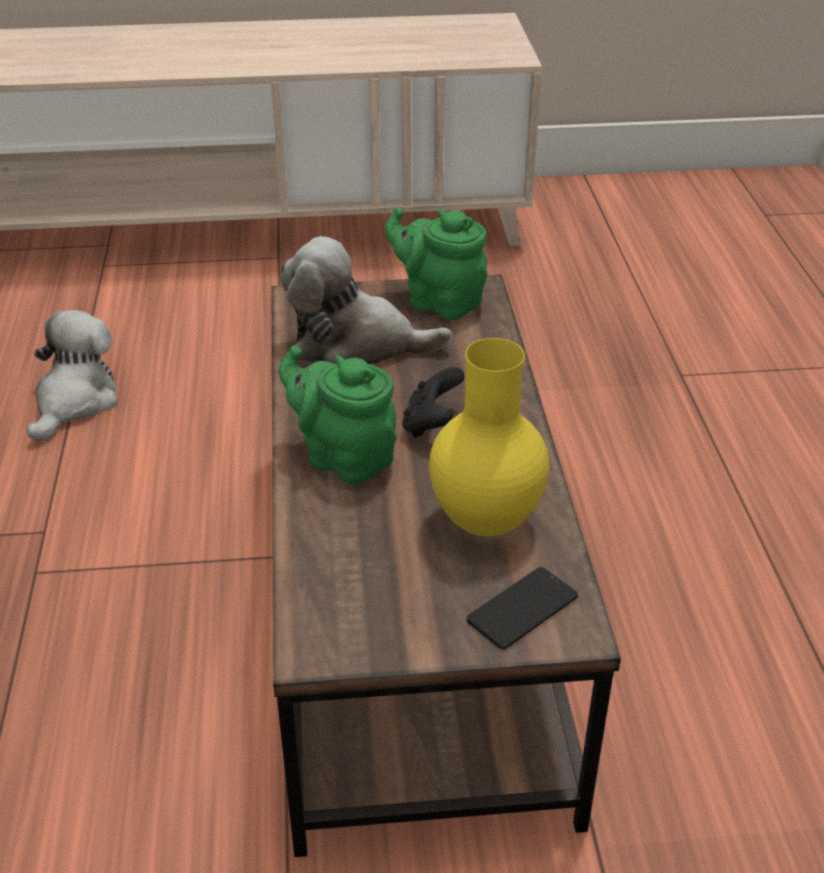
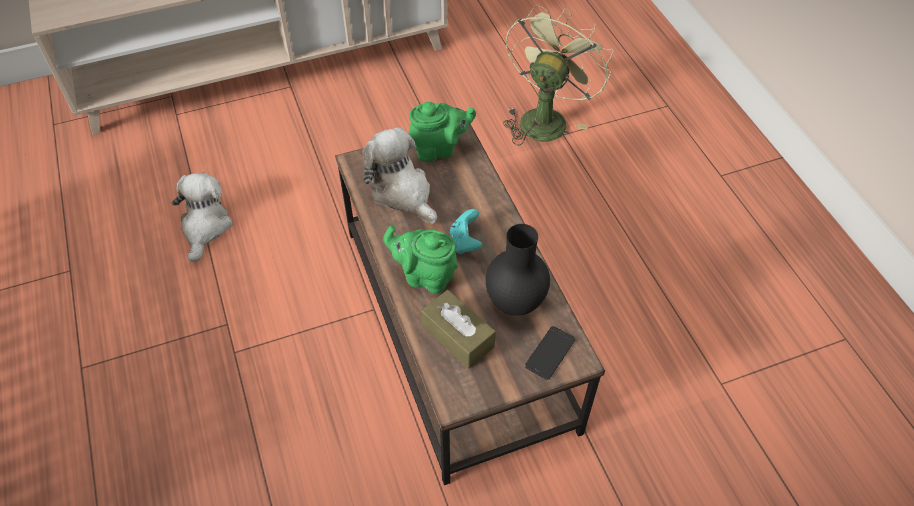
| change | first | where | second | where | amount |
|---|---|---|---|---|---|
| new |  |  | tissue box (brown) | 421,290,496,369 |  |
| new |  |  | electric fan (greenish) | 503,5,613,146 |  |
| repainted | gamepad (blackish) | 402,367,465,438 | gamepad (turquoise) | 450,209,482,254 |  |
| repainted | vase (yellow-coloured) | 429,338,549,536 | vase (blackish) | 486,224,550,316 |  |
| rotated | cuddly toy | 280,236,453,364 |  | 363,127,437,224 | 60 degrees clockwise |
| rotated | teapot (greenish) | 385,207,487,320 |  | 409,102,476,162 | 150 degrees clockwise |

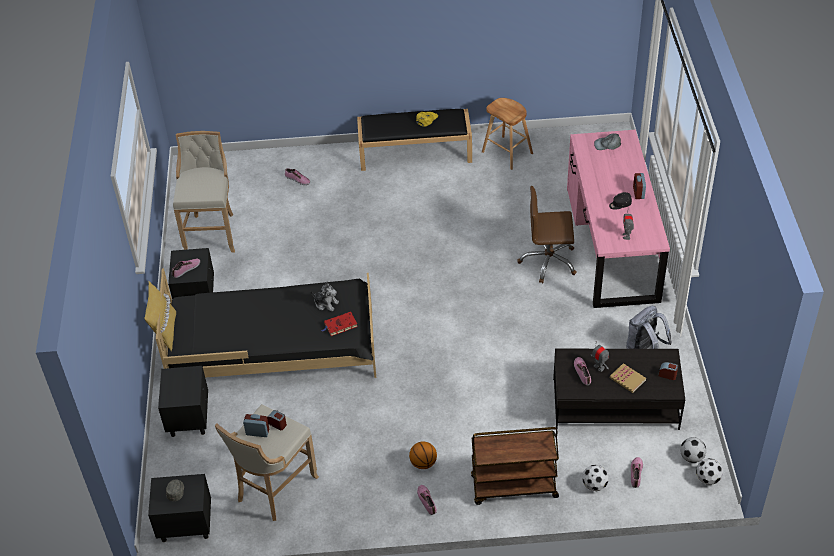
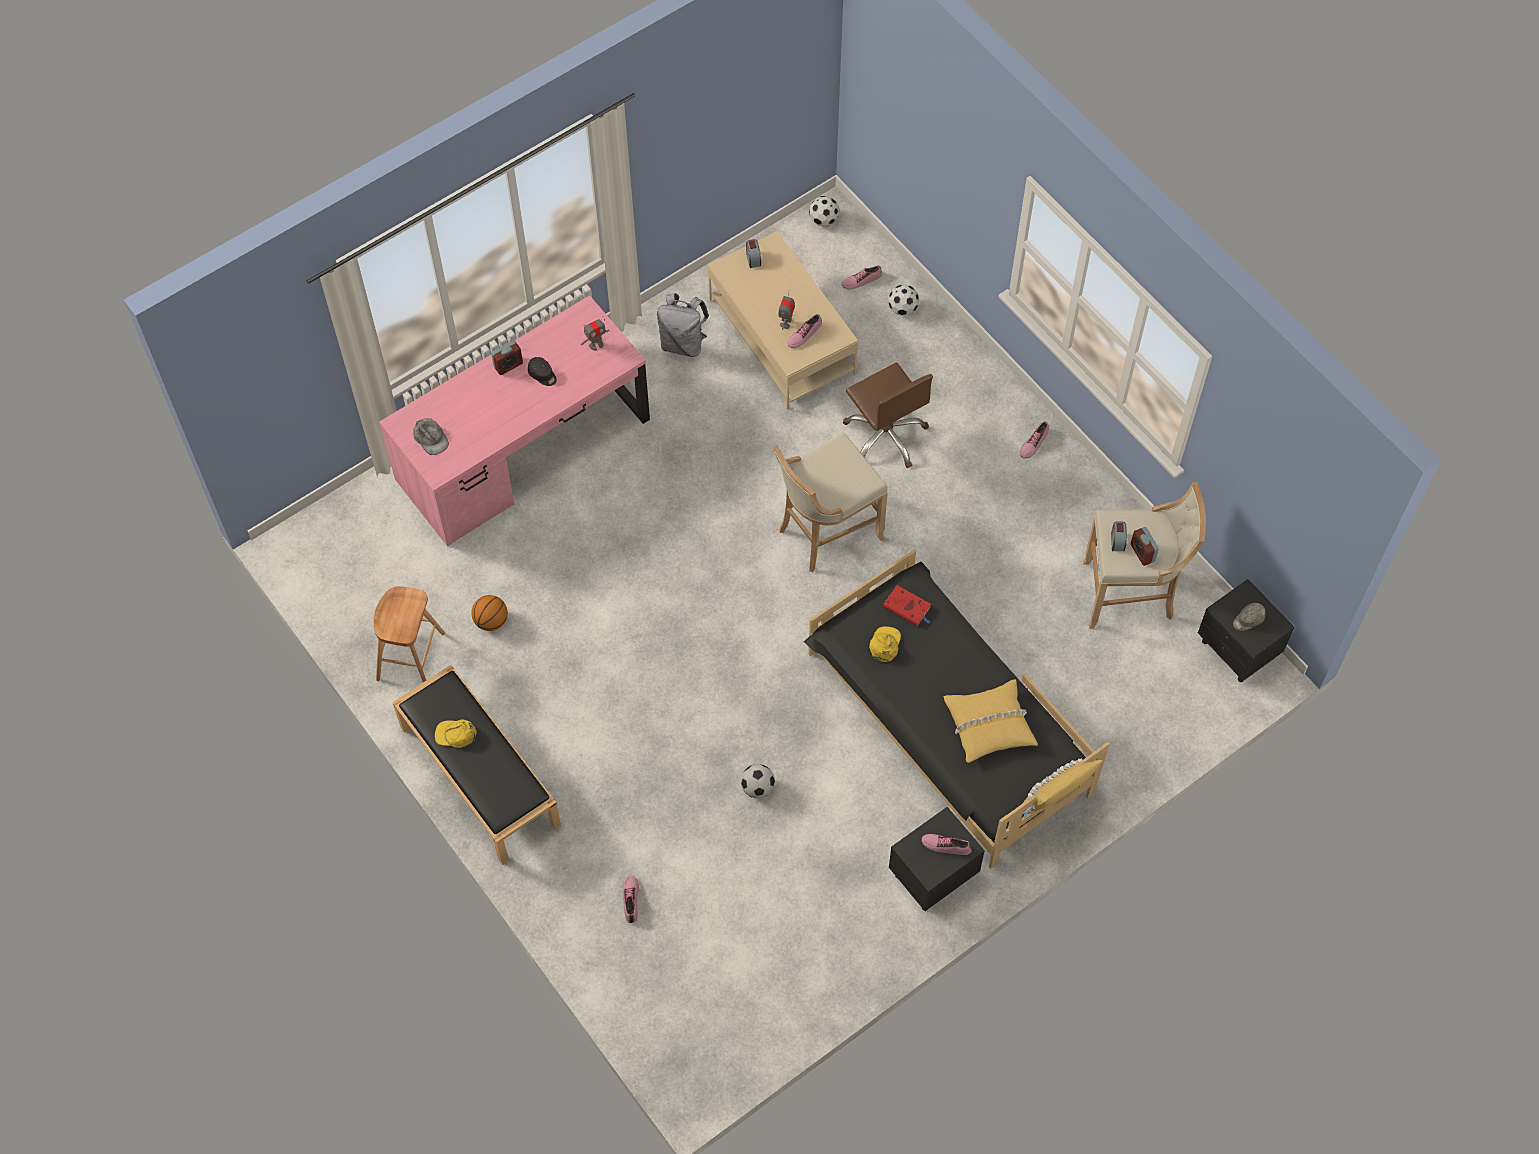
| change | first | where | second | where | amount |
|---|---|---|---|---|---|
| gone | bedside table (blackish) | 158,366,208,437 |  |  |  |
| gone | cart (brown) | 471,427,559,505 |  |  |  |
| gone | volume | 610,363,646,393 |  |  |  |
| new |  |  | cushion (yellow-coloured) | 943,679,1038,763 |  |
| shifted | stool seat (beige-coloured) | 173,131,235,253 |  | 774,433,888,572 |  |
| shifted | ball for basketball | 409,441,437,469 |  | 471,595,508,631 |  |
| shifted | office chair (brown) | 517,186,577,283 |  | 843,362,933,468 |  |
| shifted | ball for football | 680,437,706,463 |  | 741,764,775,799 |  |
| swapped | cuddly toy | 310,281,339,312 | cap (yellow-coloured) | 869,626,901,662 |  |
| repainted | low table (blackish) | 553,349,685,430 | low table (beige-coloured) | 707,231,858,409 |  |

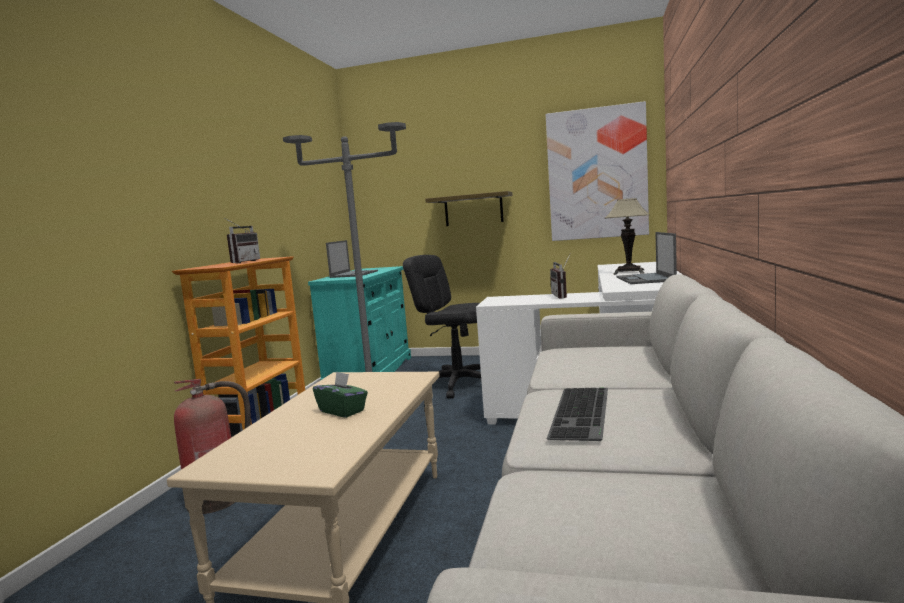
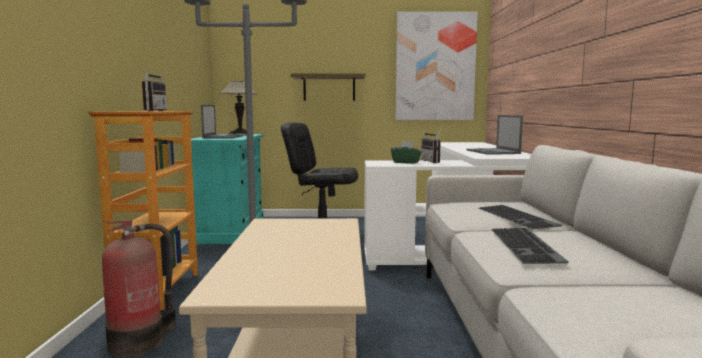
| change | first | where | second | where | amount |
|---|---|---|---|---|---|
| new |  |  | computer keyboard | 478,205,562,229 |  |
| shifted | tissue box (greenish) | 313,371,368,418 |  | 391,141,422,164 |  |
| shifted | table lamp | 605,198,650,275 |  | 220,80,257,135 |  |

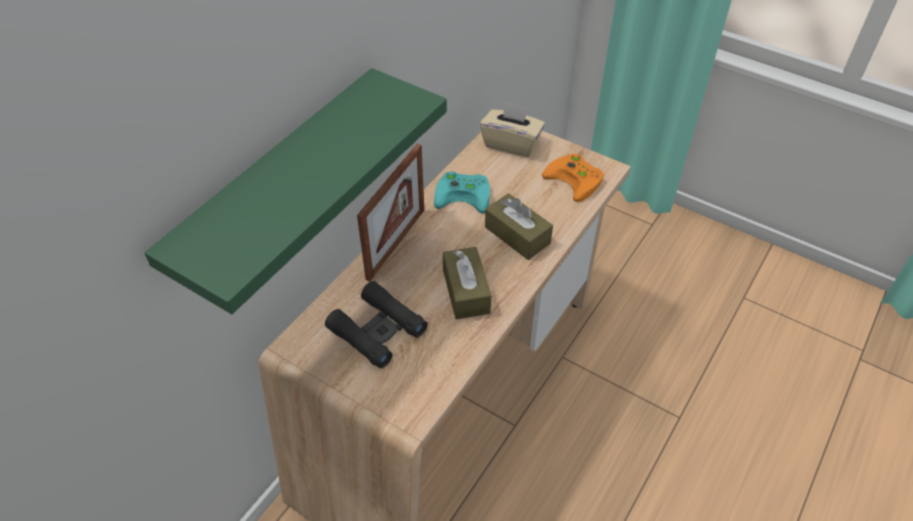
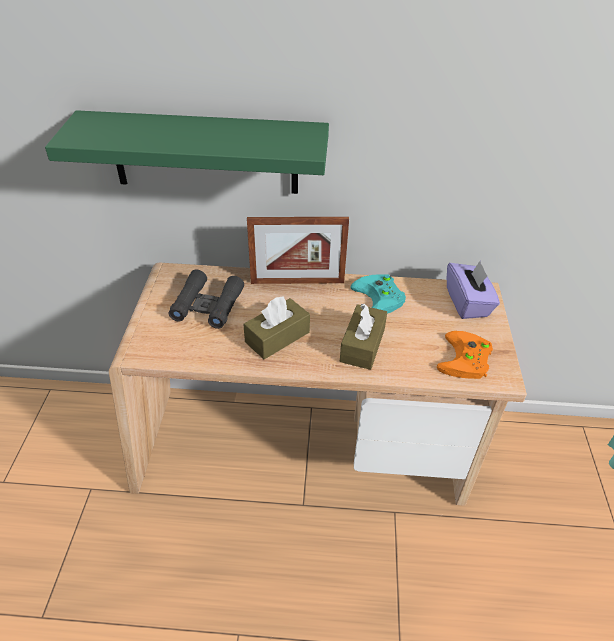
| change | first | where | second | where | amount |
|---|---|---|---|---|---|
| repainted | tissue box (beige-coloured) | 480,101,545,157 | tissue box (purplish) | 447,261,500,319 |  |

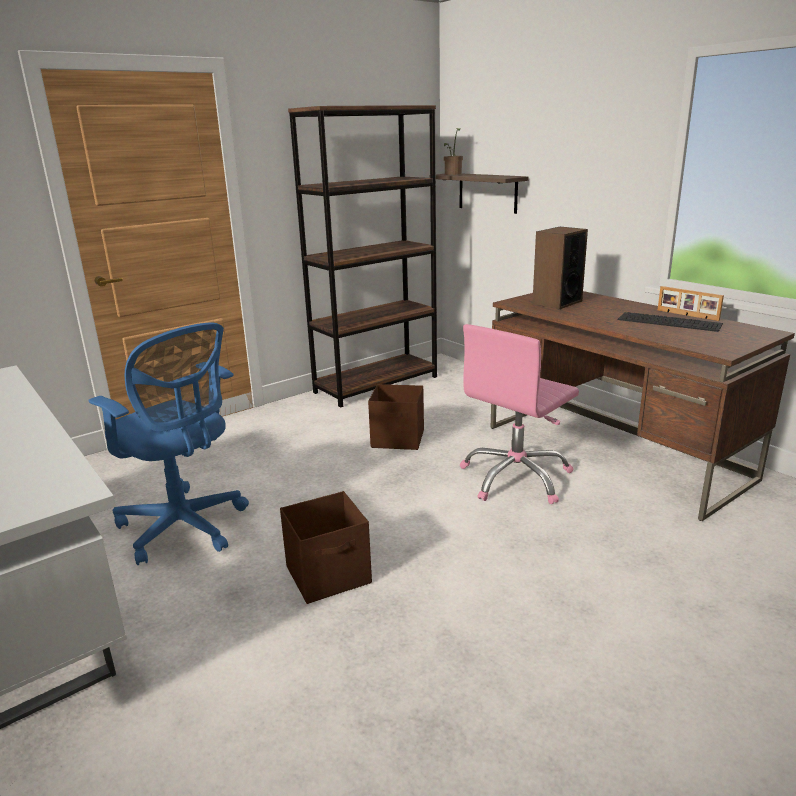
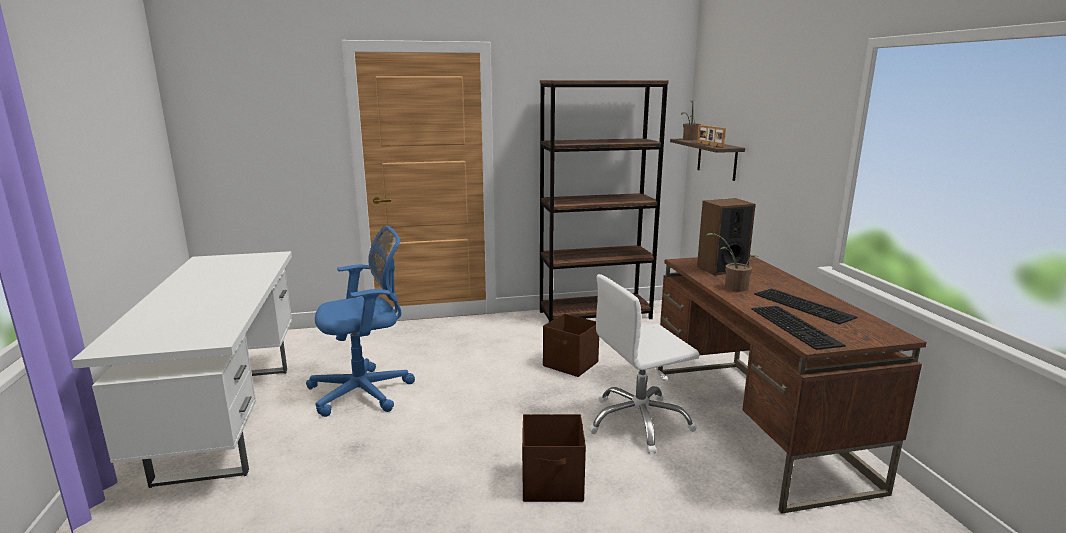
| change | first | where | second | where | amount |
|---|---|---|---|---|---|
| new |  |  | plant in a pot | 706,233,755,292 |  |
| new |  |  | computer keyboard | 751,306,845,350 |  |
| shifted | storage bin (brown) | 280,491,372,604 |  | 522,414,586,502 |  |
| shifted | photo frame | 658,286,724,321 |  | 697,125,726,147 |  |
| repainted | office chair (pinkish) | 460,324,579,504 | office chair (whitish) | 588,274,700,454 |  |
| rotated | office chair (bluish) | 88,323,249,565 |  | 306,226,415,417 | 90 degrees counterclockwise |

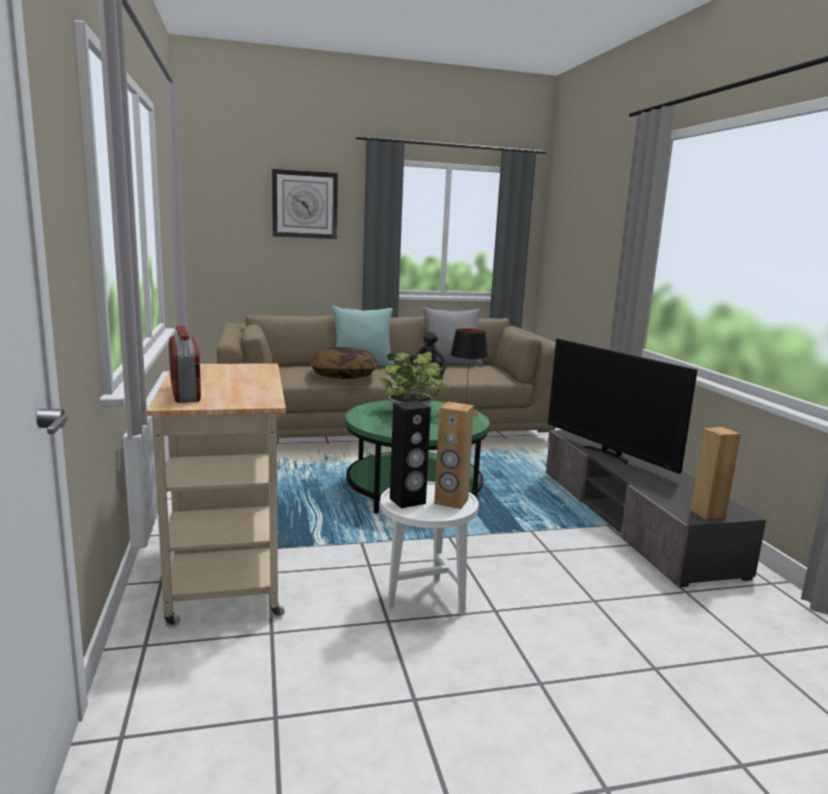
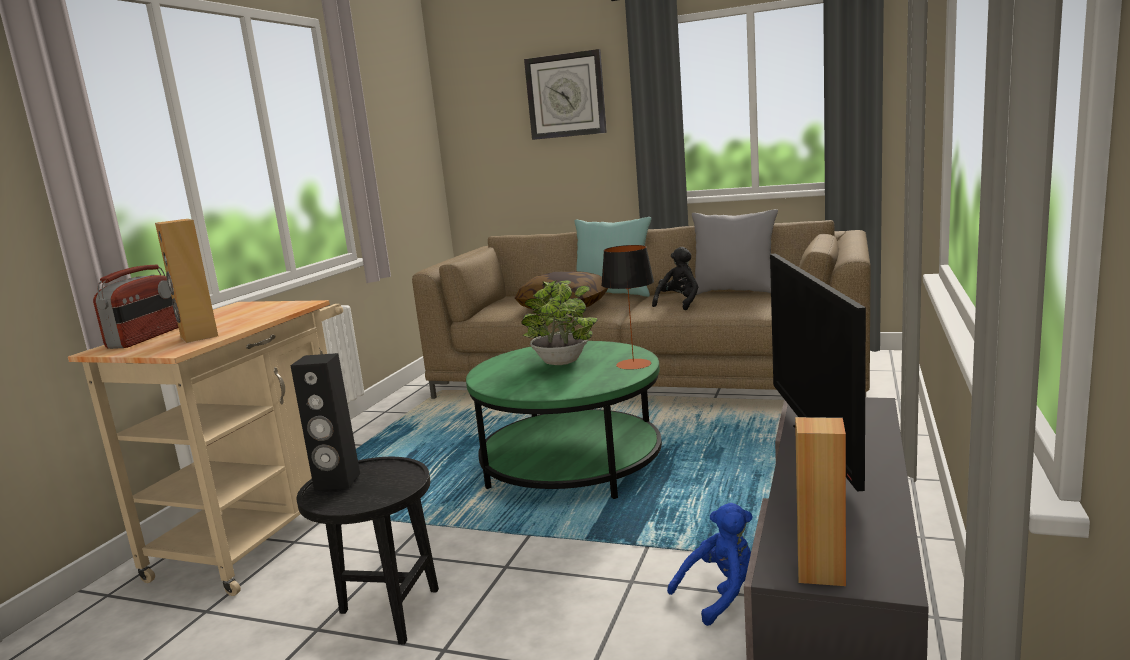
| change | first | where | second | where | amount |
|---|---|---|---|---|---|
| new |  |  | cuddly toy (bluish) | 667,503,753,626 |  |
| shifted | speaker (brown) | 434,402,474,509 |  | 155,219,218,343 |  |
| repainted | side table (whitish) | 380,482,479,615 | side table (blackish) | 297,457,439,645 |  |

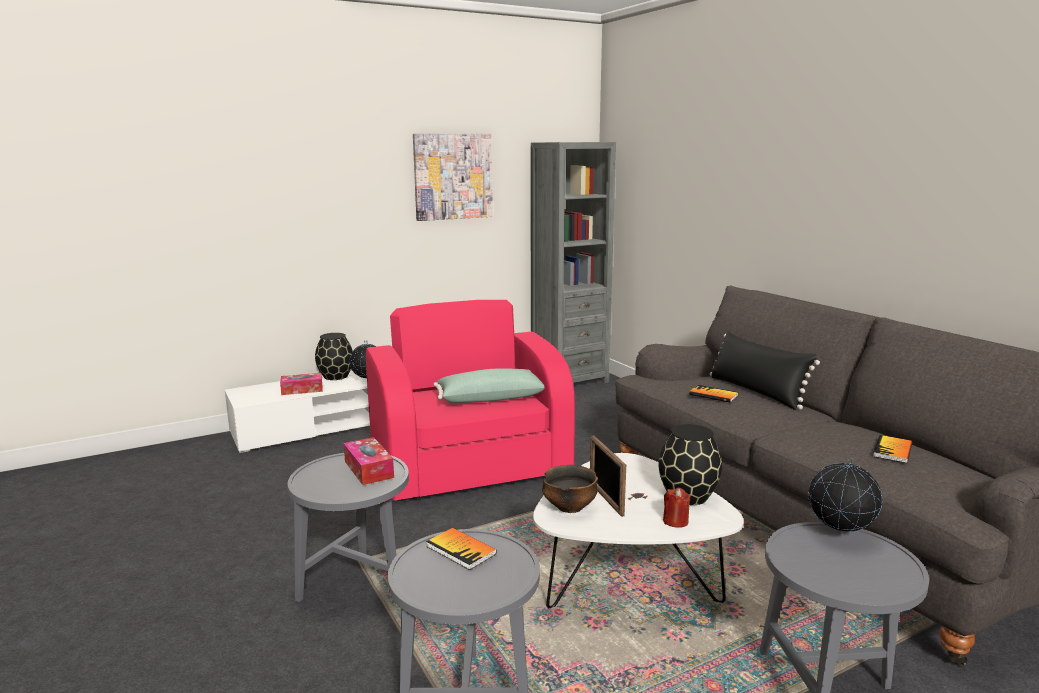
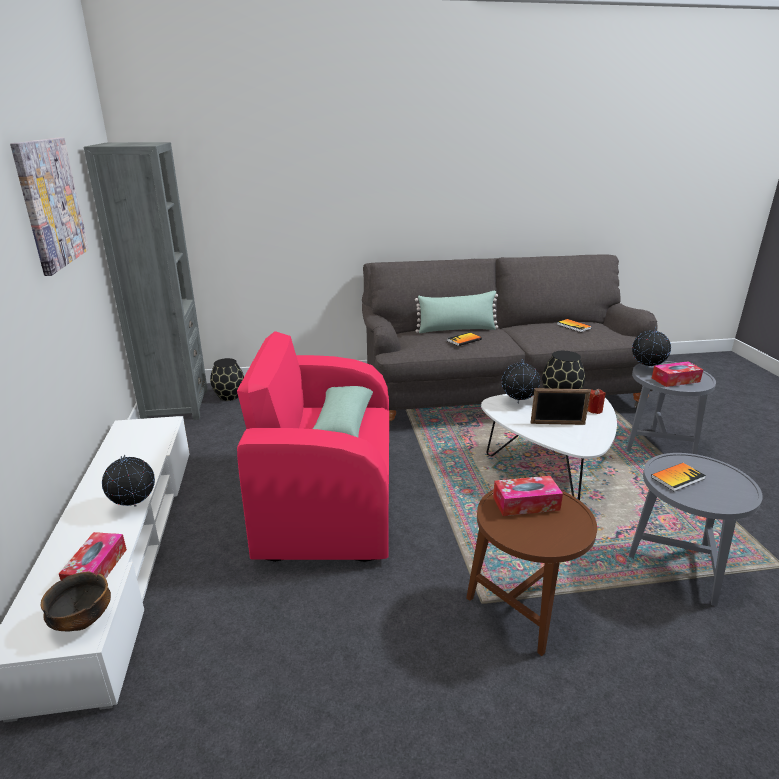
| change | first | where | second | where | amount |
|---|---|---|---|---|---|
| new |  |  | globe | 501,359,540,404 |  |
| new |  |  | tissue box | 652,361,704,387 |  |
| shifted | vase (blackish) | 315,333,353,380 |  | 210,358,244,401 |  |
| shifted | serving bowl | 542,465,598,513 |  | 41,572,111,632 |  |
| repainted | side table (gray) | 288,453,409,602 | side table (brown) | 466,489,597,656 |  |
| repainted | cushion (blackish) | 710,331,820,410 | cushion (greenish) | 415,291,498,333 |  |

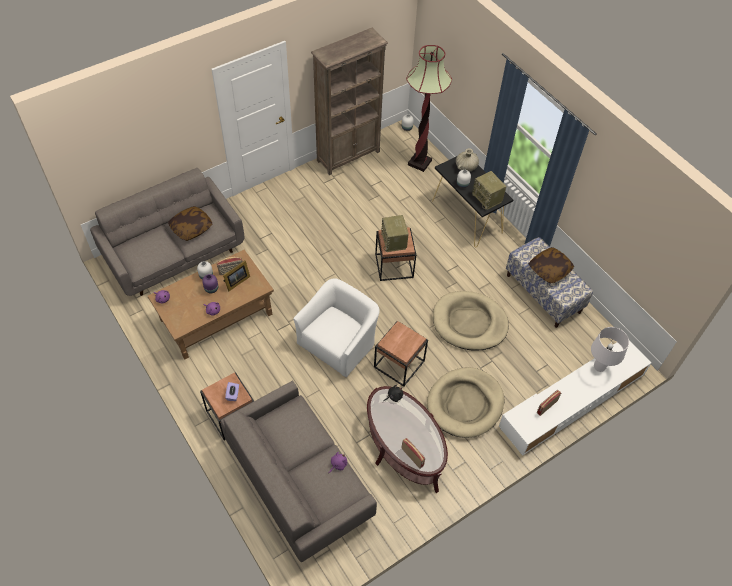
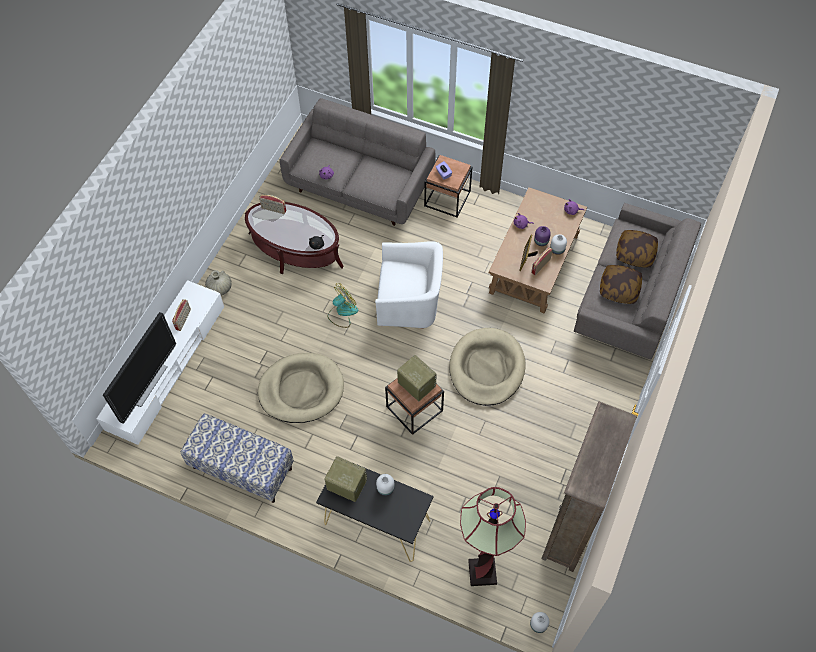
| change | first | where | second | where | amount |
|---|---|---|---|---|---|
| shifted | pet bed (beige-coloured) | 427,367,504,438 |  | 449,328,526,406 |  |
| shifted | vase (beige-coloured) | 456,148,479,172 |  | 205,270,232,296 |  |
| shifted | cushion | 529,247,574,284 |  | 616,230,658,268 |  |
| swapped | side table (brown) | 374,321,428,387 | electric fan | 328,283,358,328 |  |
| swapped | table lamp (whitish) | 591,327,629,372 | television | 103,312,176,424 |  |
| rotated | easy chair (whitish) | 293,278,380,377 |  | 375,241,443,329 | 90 degrees counterclockwise |

